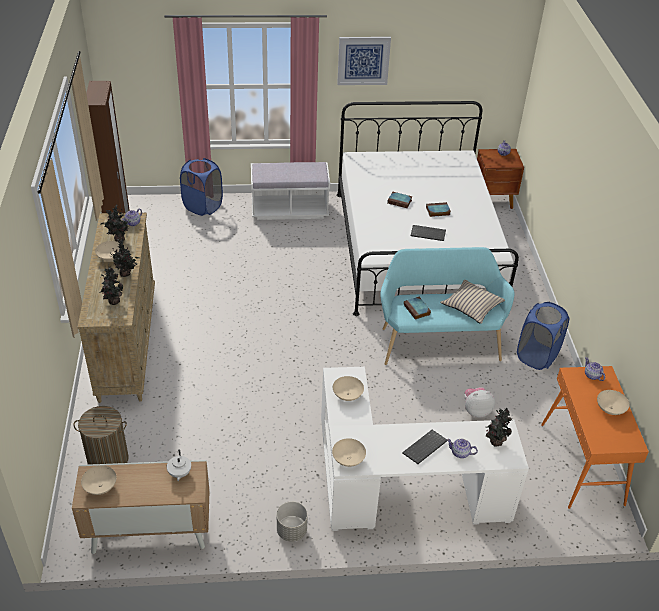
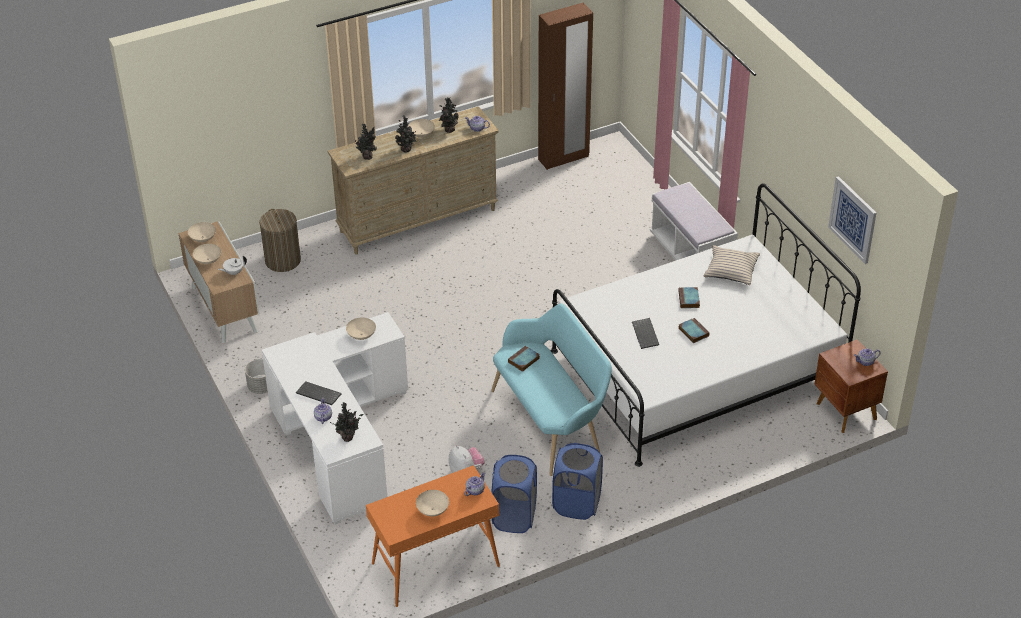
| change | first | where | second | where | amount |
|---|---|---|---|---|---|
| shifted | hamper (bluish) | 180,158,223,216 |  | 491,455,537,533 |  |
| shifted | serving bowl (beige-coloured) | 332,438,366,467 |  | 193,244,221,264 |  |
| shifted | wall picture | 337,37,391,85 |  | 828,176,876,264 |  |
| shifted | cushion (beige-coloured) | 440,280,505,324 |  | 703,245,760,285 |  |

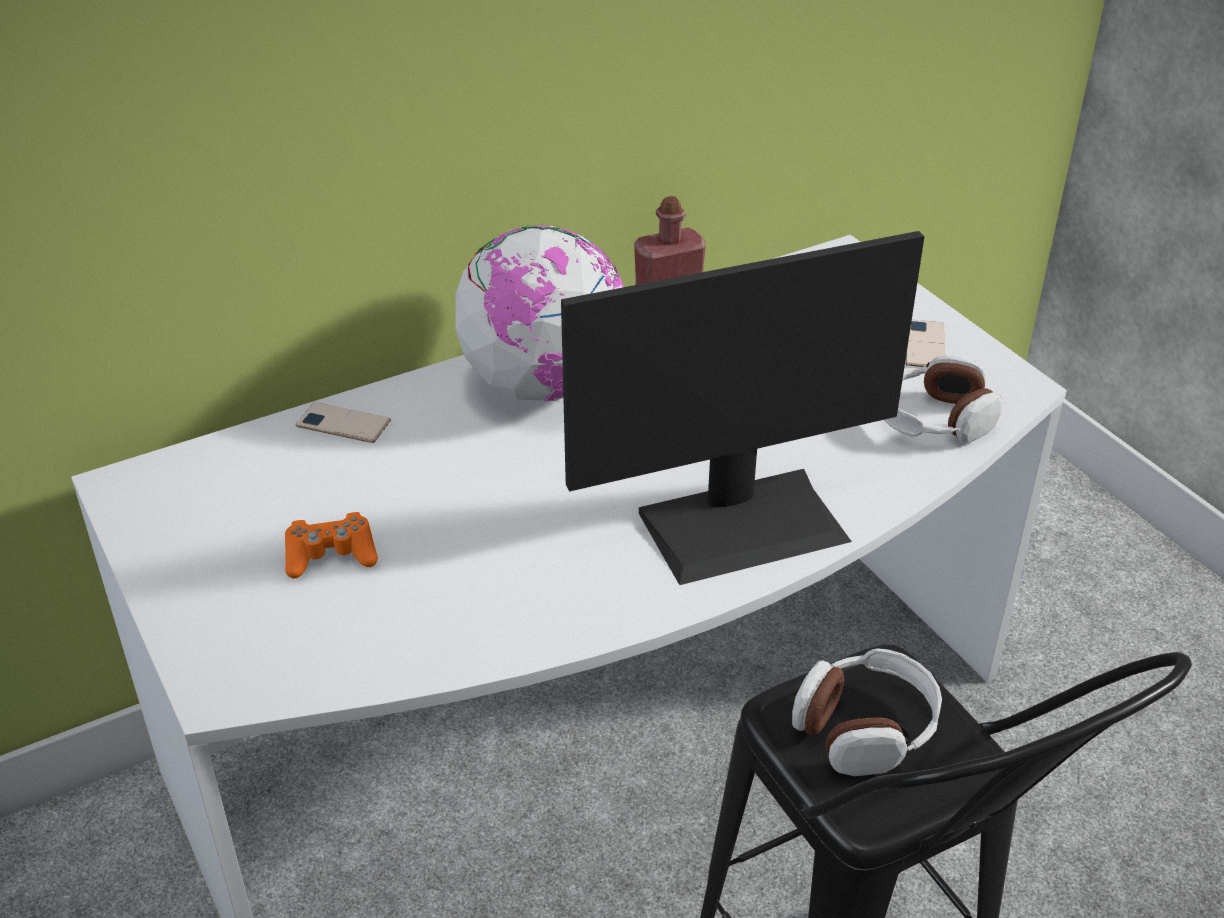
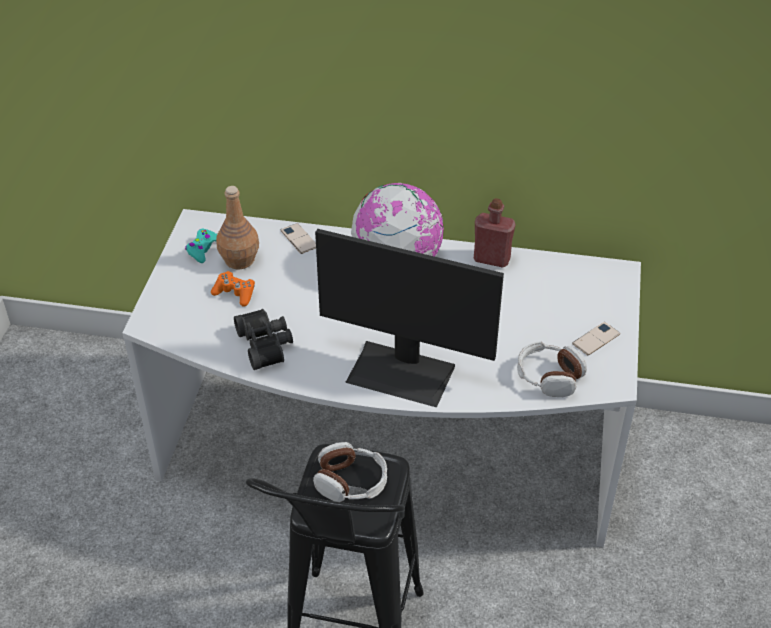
| change | first | where | second | where | amount |
|---|---|---|---|---|---|
| new |  |  | gamepad (turquoise) | 185,229,217,263 |  |
| new |  |  | drink bottle (brown) | 216,186,259,269 |  |
| new |  |  | field glasses (blackish) | 234,309,293,370 |  |

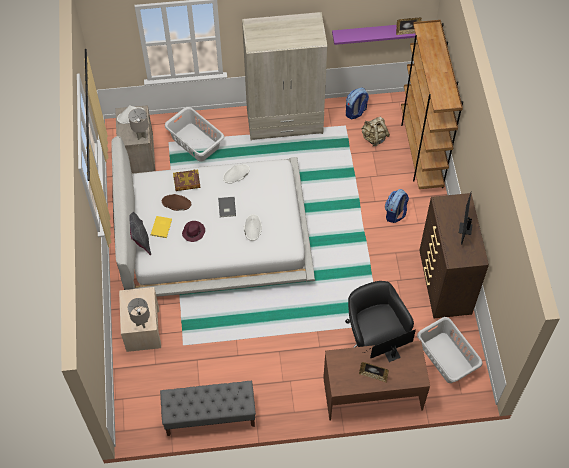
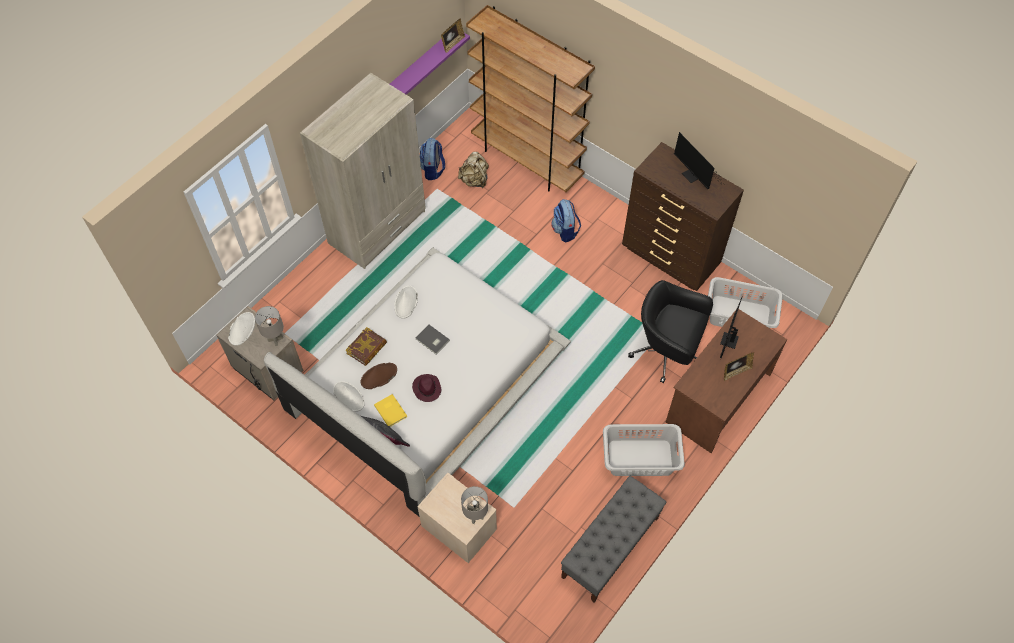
| change | first | where | second | where | amount |
|---|---|---|---|---|---|
| shifted | hamper (gray) | 165,107,224,162 |  | 603,424,685,476 |  |
| shifted | wearable hat (whitish) | 244,214,262,241 |  | 333,381,365,412 |  |

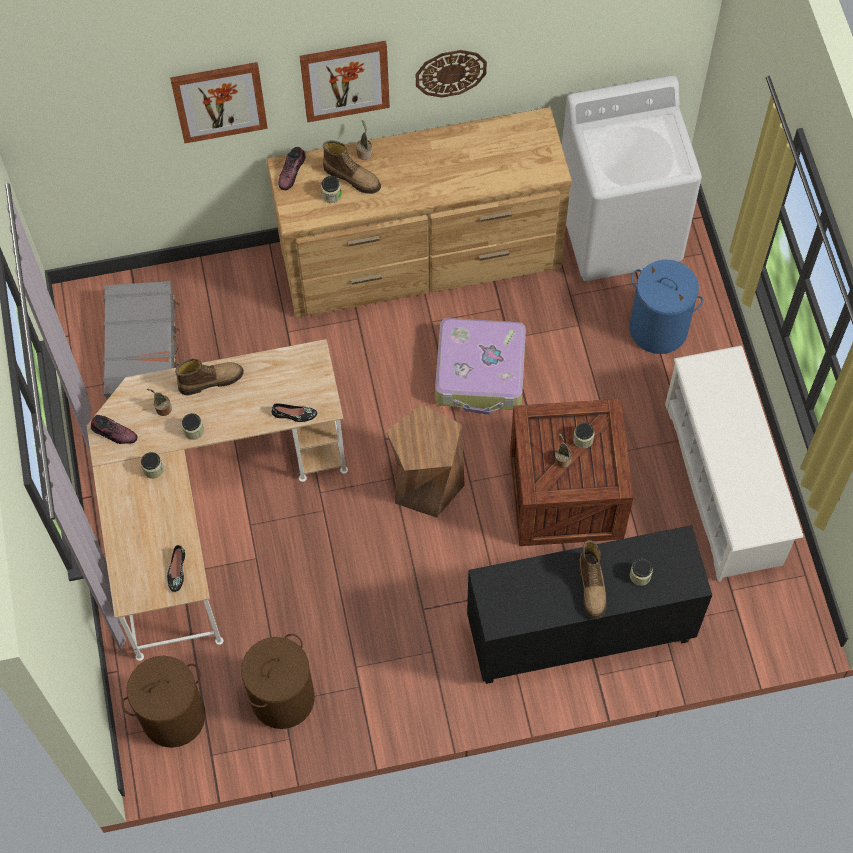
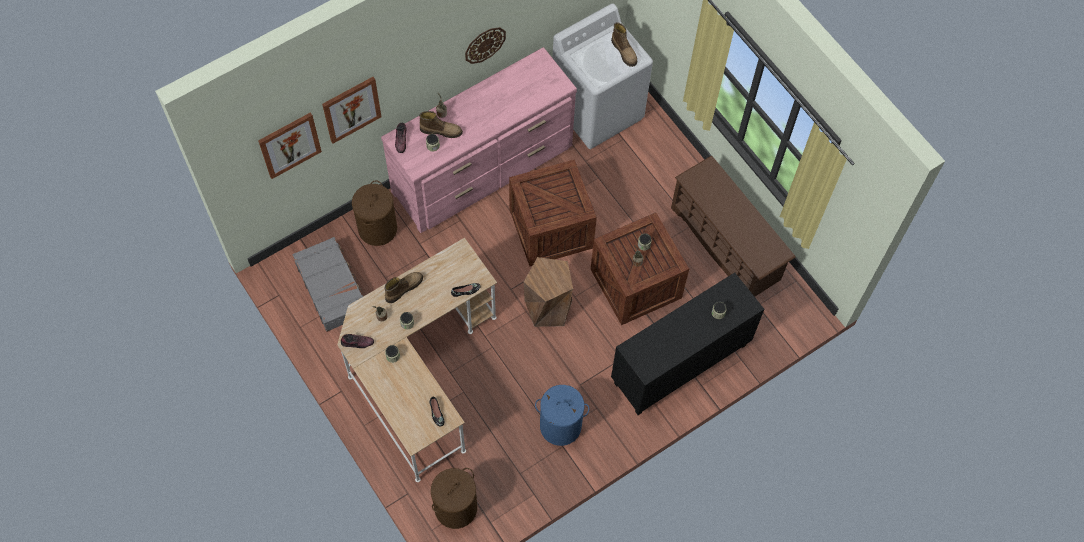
| change | first | where | second | where | amount |
|---|---|---|---|---|---|
| shifted | hamper (brown) | 241,634,315,729 |  | 352,180,397,246 |  |
| shifted | wall picture | 300,41,390,122 |  | 258,112,322,179 |  |
| shifted | boot | 579,540,607,619 |  | 611,22,637,67 |  |
| shifted | hamper (bluish) | 630,260,703,354 |  | 535,385,589,446 |  |
| swapped | suitcase | 435,318,526,415 | packing crate | 509,159,597,266 |  |
| repainted | drawer chest (brown) | 266,107,572,318 | drawer chest (pinkish) | 381,47,577,233 |  |
| repainted | shoe shelf (whitish) | 665,345,803,582 | shoe shelf (brown) | 671,156,796,297 |  |

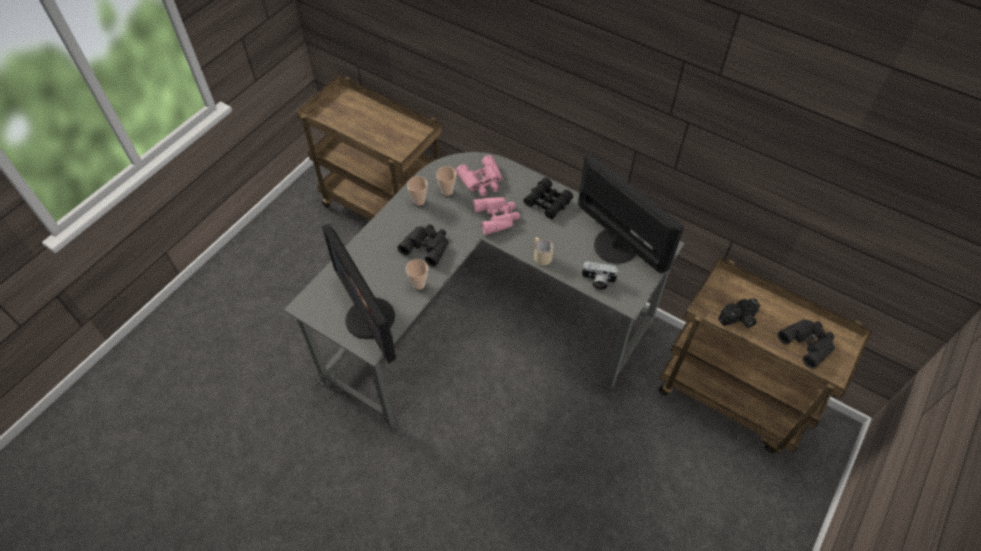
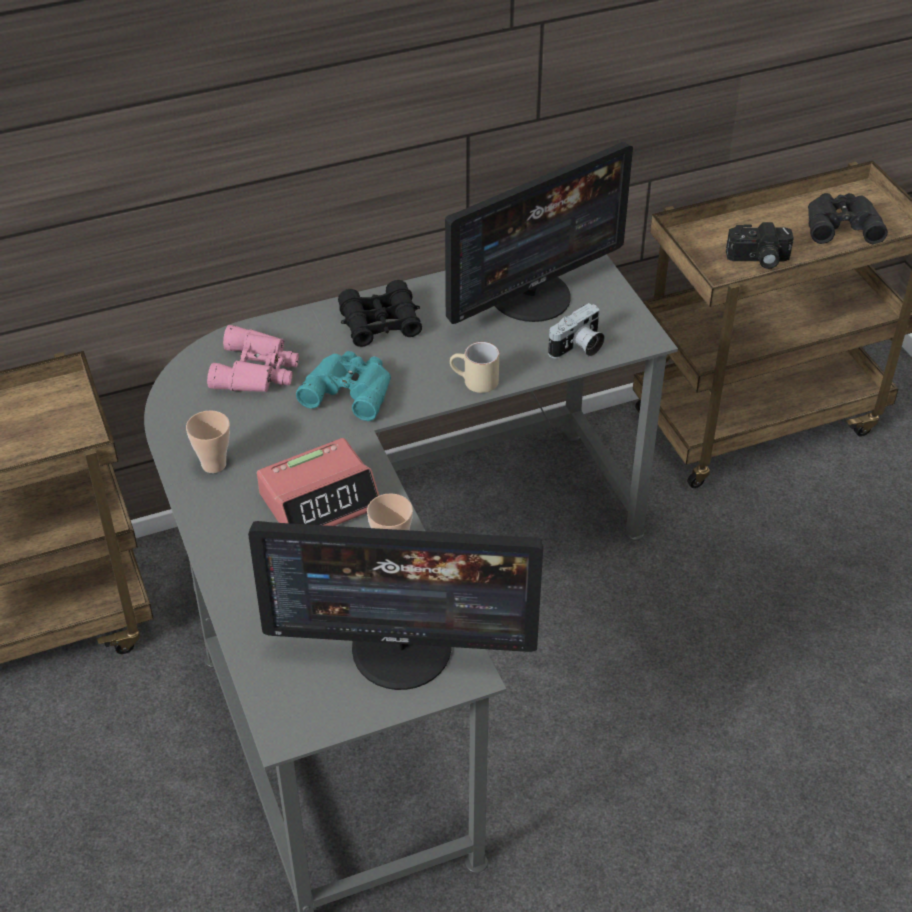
| change | first | where | second | where | amount |
|---|---|---|---|---|---|
| gone | cup | 436,166,456,196 |  |  |  |
| swapped | field glasses (blackish) | 398,224,449,267 | table clock | 257,438,379,526 |  |
| repainted | field glasses (pinkish) | 473,197,520,235 | field glasses (turquoise) | 296,351,391,421 |  |
| rotated | monitor | 578,153,684,273 |  | 445,142,633,324 | 150 degrees clockwise |
| rotated | still camera | 718,298,760,328 |  | 726,222,794,269 | 75 degrees clockwise |

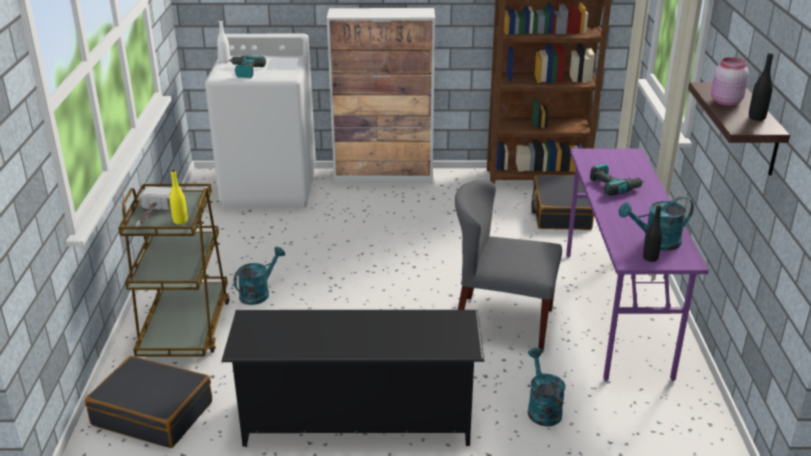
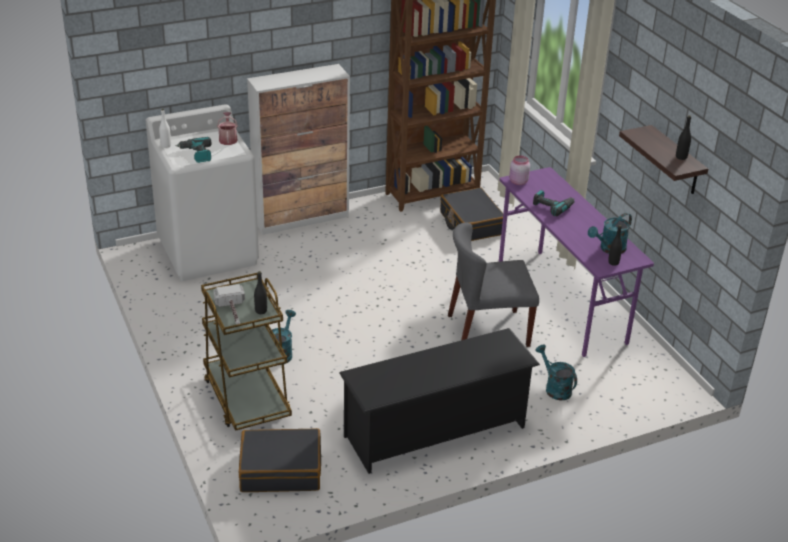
| change | first | where | second | where | amount |
|---|---|---|---|---|---|
| new |  |  | watering can | 217,112,238,145 |  |
| shifted | preserve jar (pinkish) | 711,57,749,106 |  | 509,155,530,185 |  |
| repainted | drink bottle (yellow-coloured) | 170,169,188,224 | drink bottle (blackish) | 254,271,267,314 |  |

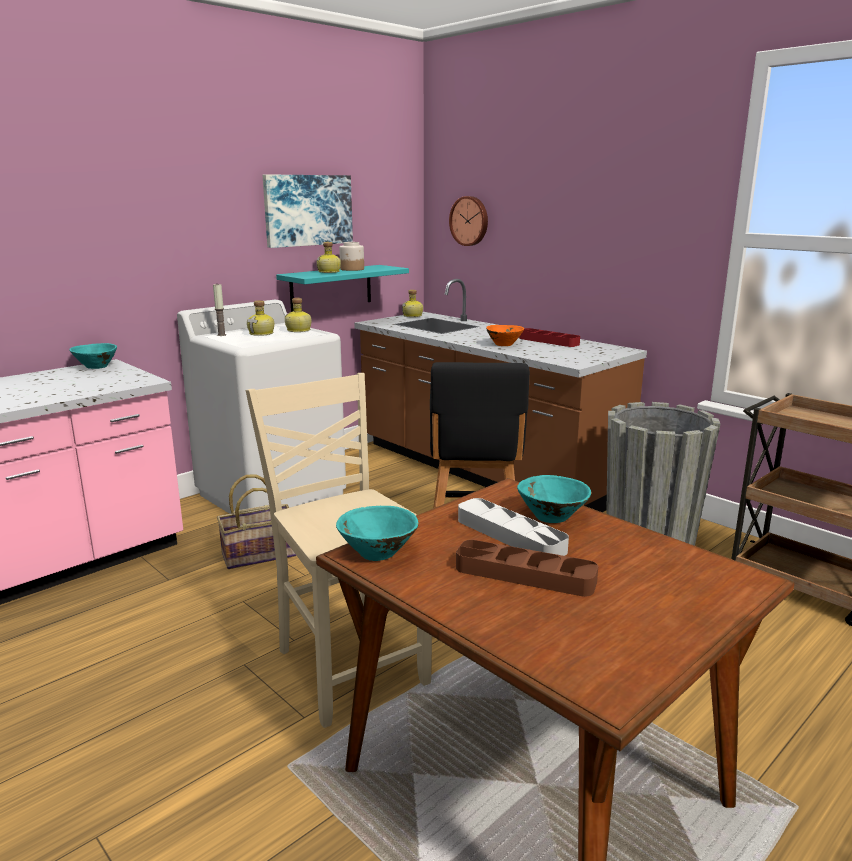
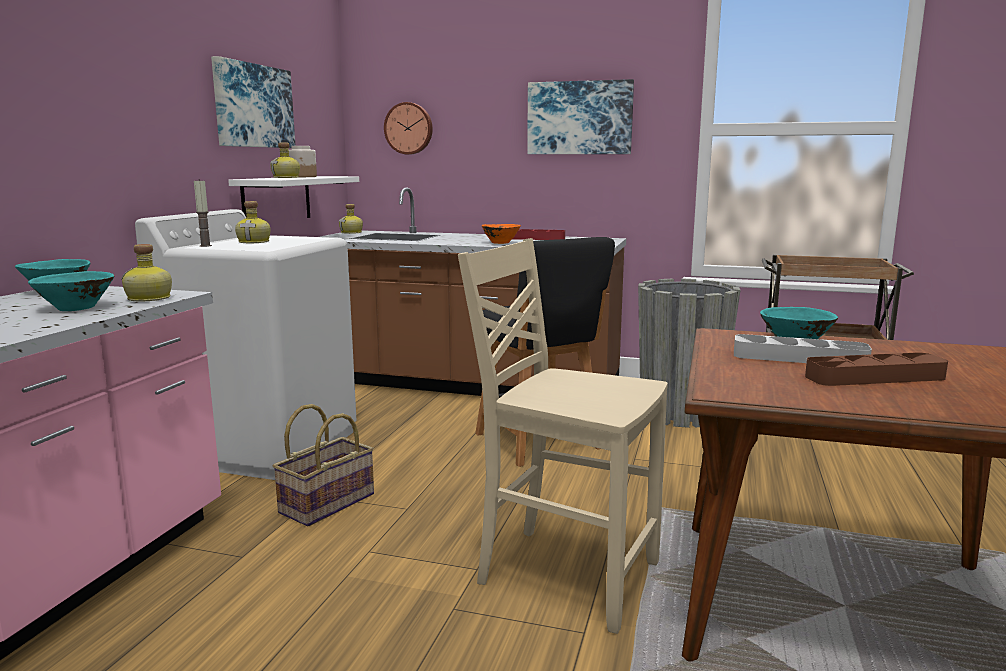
| change | first | where | second | where | amount |
|---|---|---|---|---|---|
| new |  |  | wall picture | 527,79,634,154 |  |
| shifted | drink bottle | 285,298,312,332 |  | 121,244,172,302 |  |
| shifted | serving bowl (turquoise) | 336,506,419,561 |  | 28,271,115,311 |  |
| repainted | wall shelf (turquoise) | 276,265,409,312 | wall shelf (whitish) | 228,176,359,218 |  |

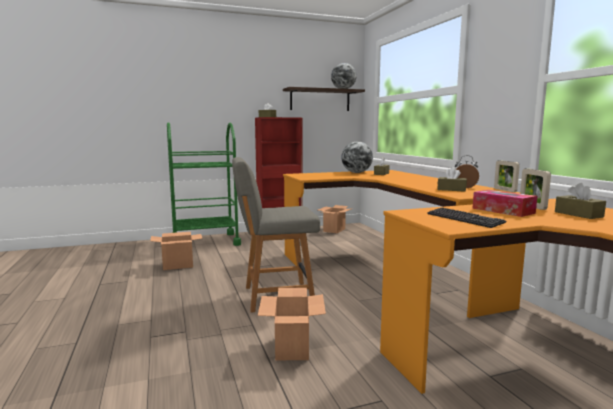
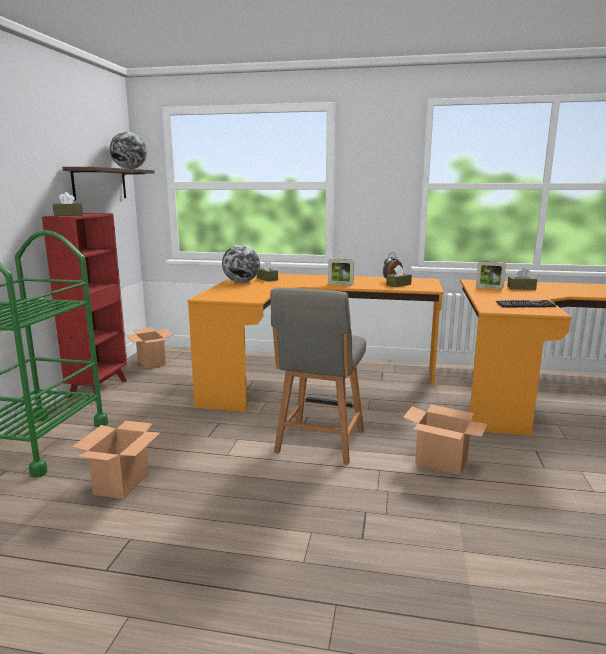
| change | first | where | second | where | amount |
|---|---|---|---|---|---|
| gone | tissue box | 472,190,537,217 |  |  |  |
| shifted | photo frame | 494,160,520,192 |  | 328,259,354,285 |  |

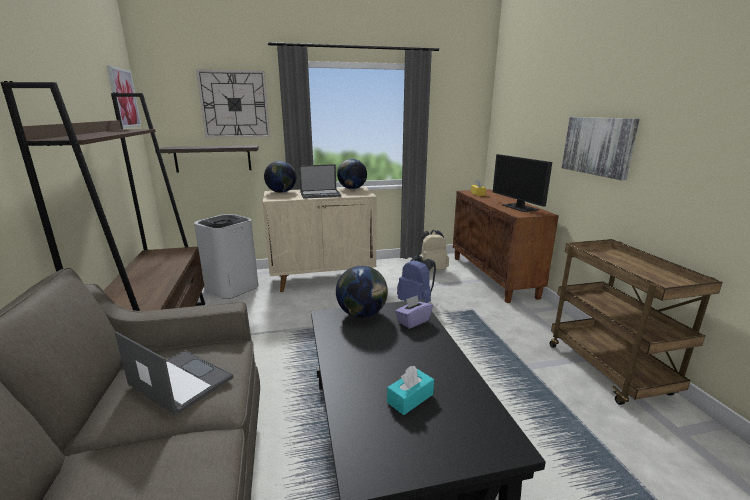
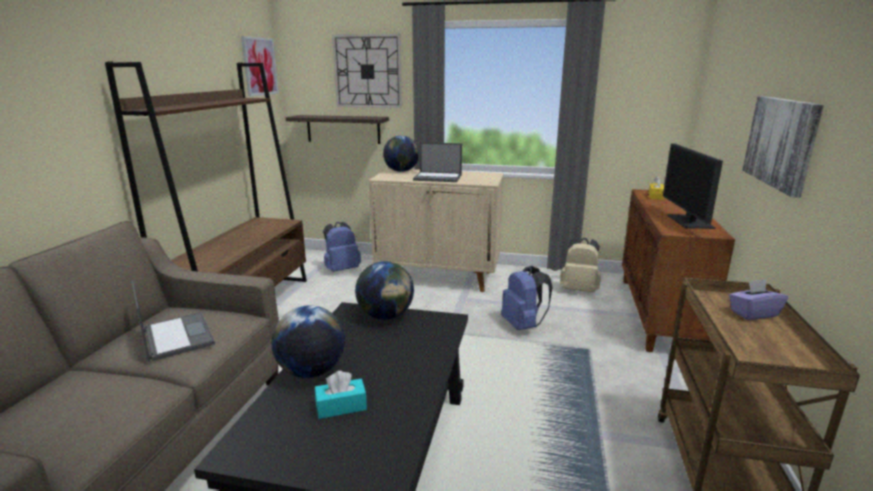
| change | first | where | second | where | amount |
|---|---|---|---|---|---|
| shifted | globe | 337,159,367,189 |  | 272,305,345,378 |  |
| shifted | tissue box (purplish) | 395,295,433,329 |  | 729,280,788,320 |  |
| swapped | rubbish bin (whitish) | 194,214,258,299 | rucksack (bluish) | 323,222,361,272 |  |

